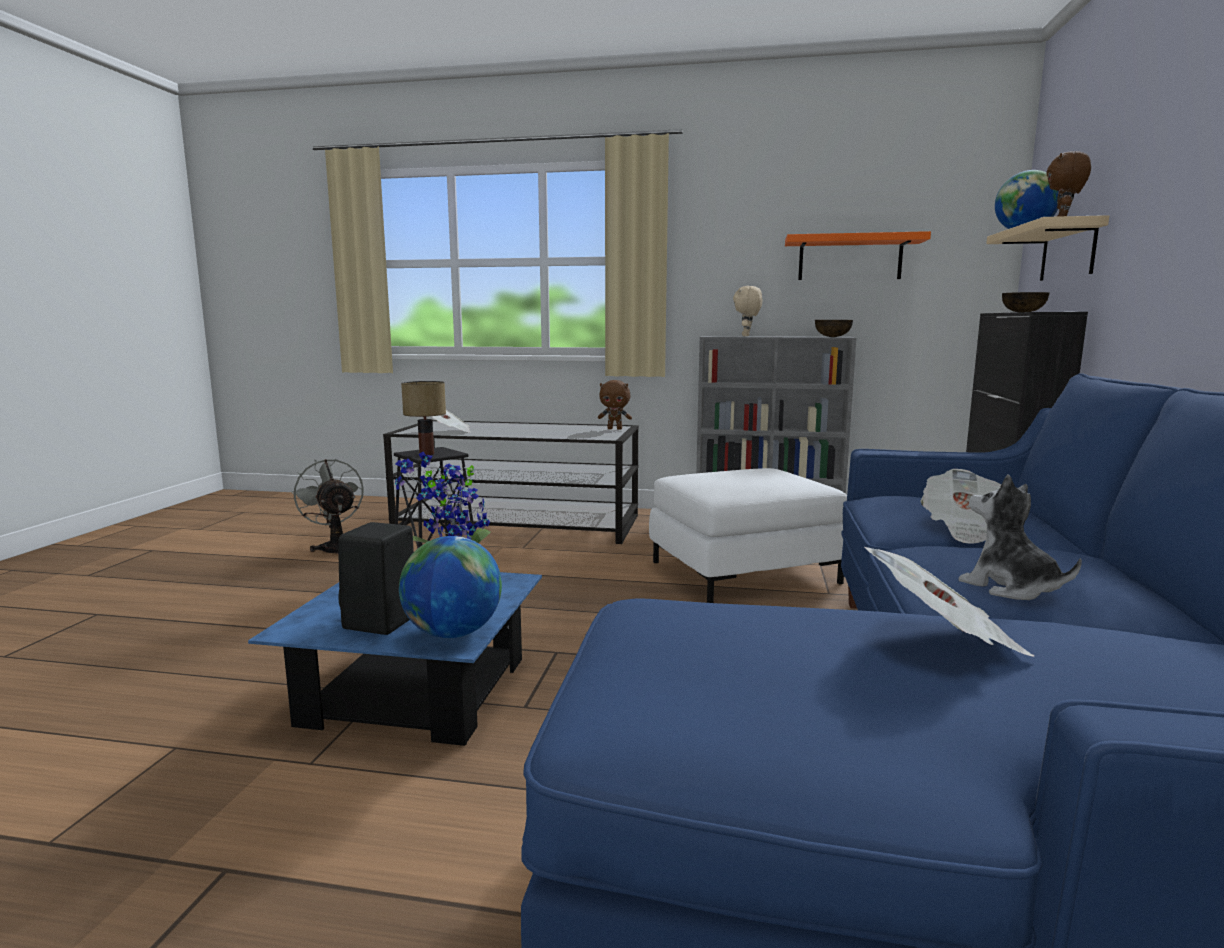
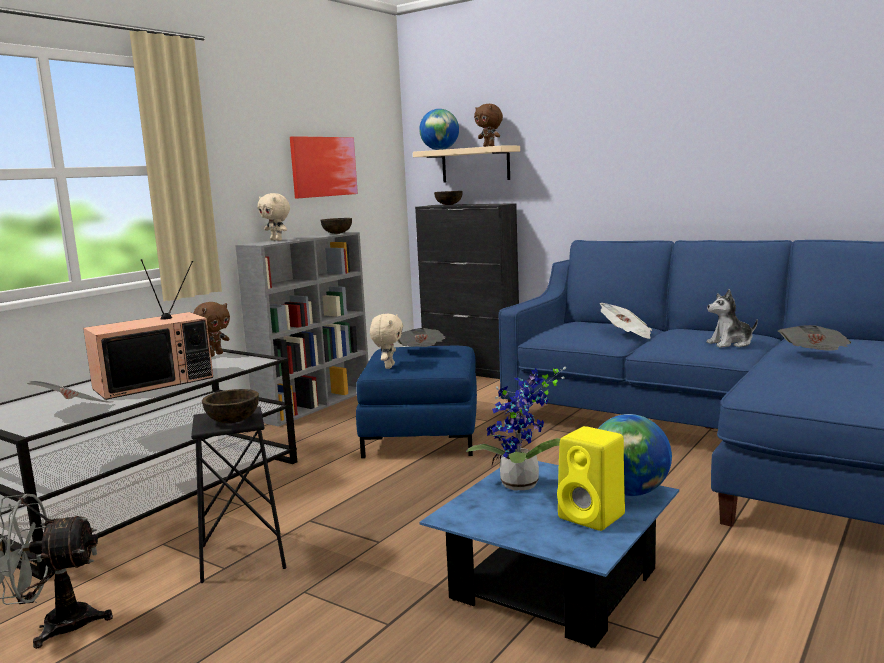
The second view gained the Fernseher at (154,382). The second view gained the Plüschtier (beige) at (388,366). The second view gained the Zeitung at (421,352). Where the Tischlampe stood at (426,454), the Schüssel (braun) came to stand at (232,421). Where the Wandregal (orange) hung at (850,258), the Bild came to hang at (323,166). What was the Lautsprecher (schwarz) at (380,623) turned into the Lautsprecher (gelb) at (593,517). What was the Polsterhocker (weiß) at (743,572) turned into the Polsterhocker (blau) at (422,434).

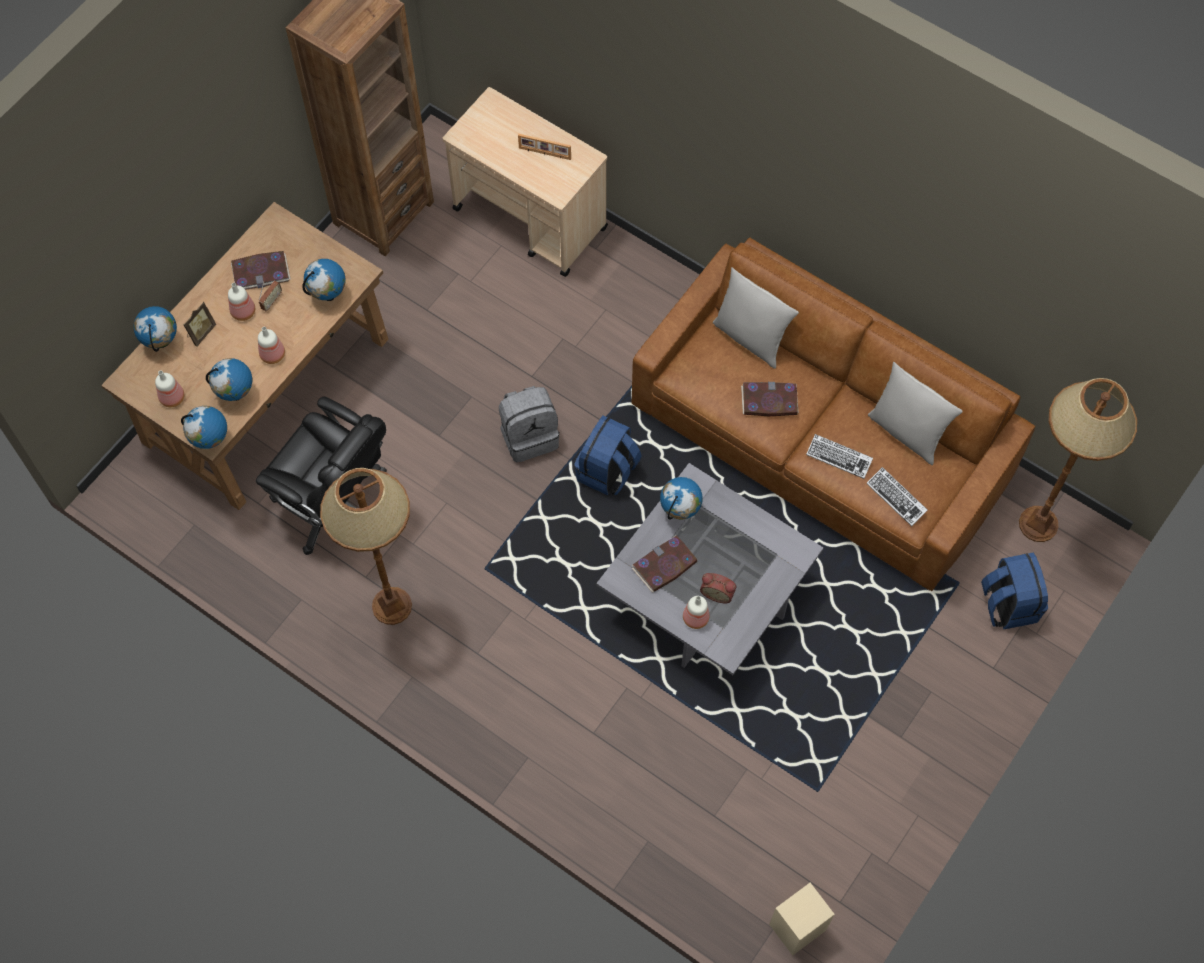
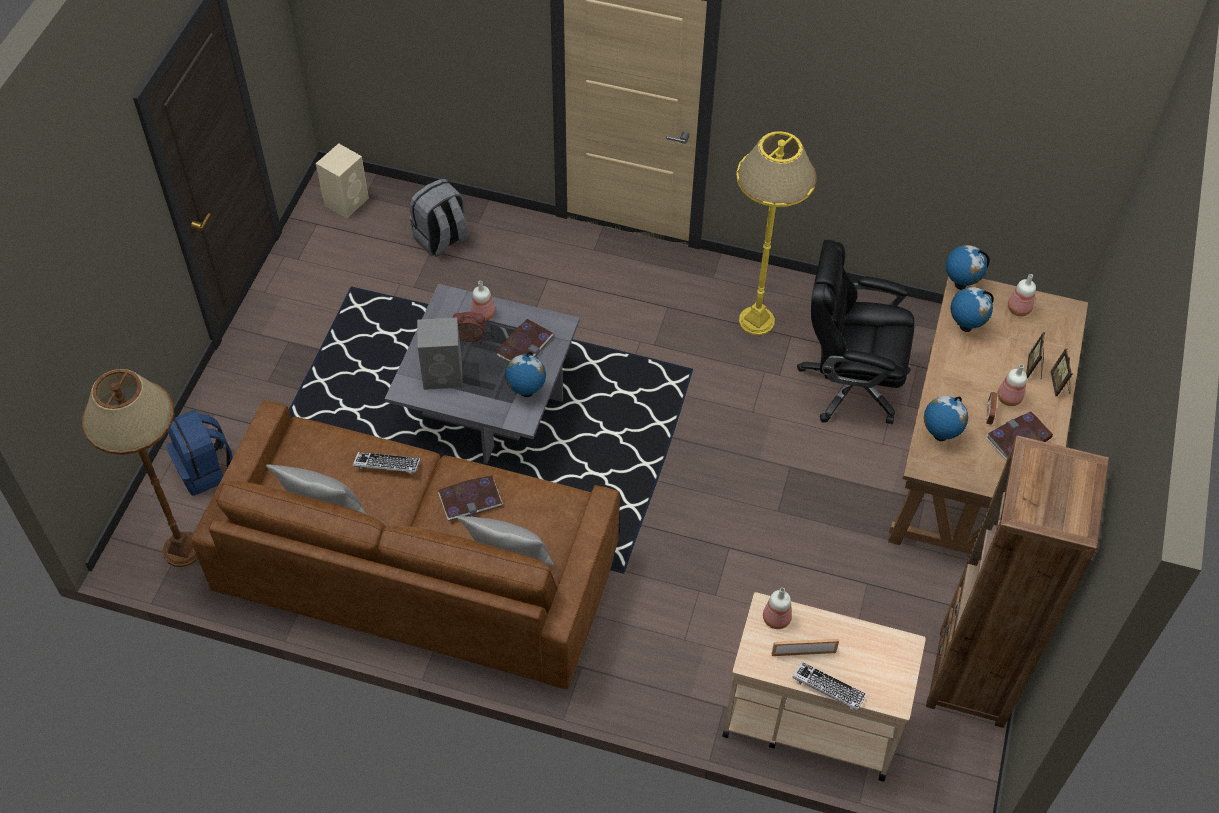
The second view lost the Globus at (162,342). The second view lost the Rucksack (blau) at (607,472). The second view gained the Lautsprecher (grau) at (444,374). The second view gained the Bilderrahmen at (1060,385). The Flasche ended up elsewhere, having gone from (272,354) to (777,619). The Rucksack (grau) ended up elsewhere, having gone from (529,436) to (442,240). The Tastatur ended up elsewhere, having gone from (896,498) to (828,688). What was the Stehlampe (braun) at (392,605) turned into the Stehlampe (gelb) at (756,321).

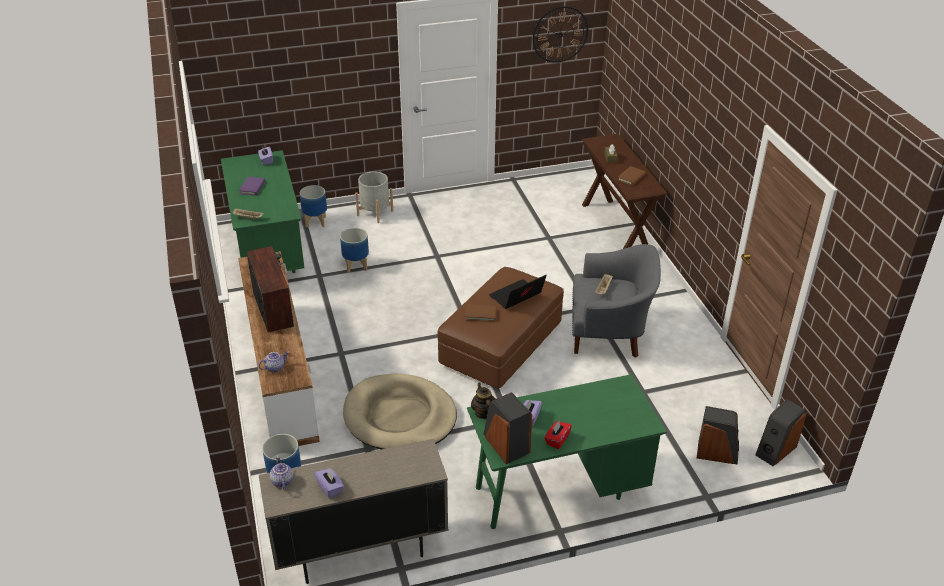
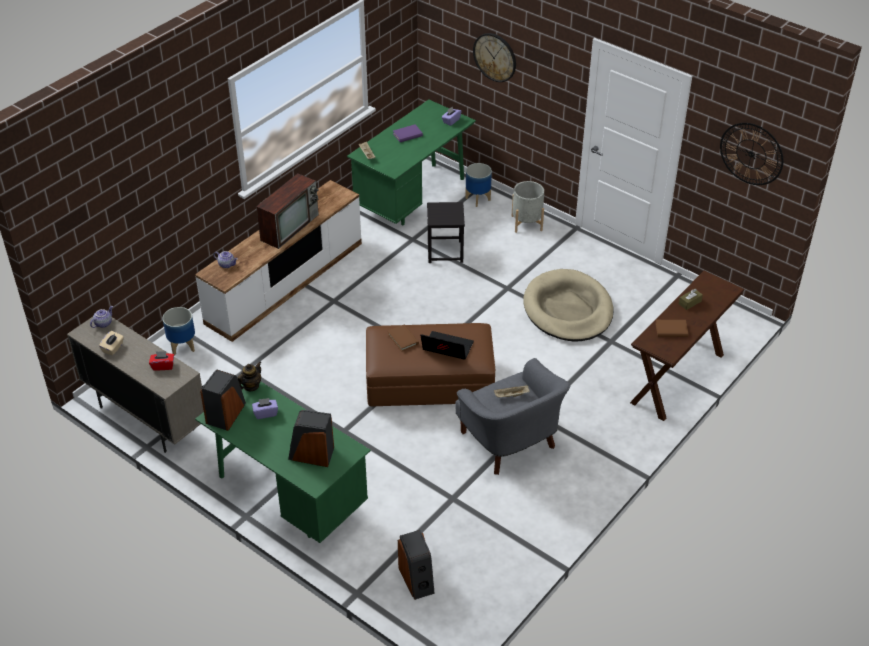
The second view gained the Wanduhr at (495,57). The Hundebett (beige) ended up elsewhere, having gone from (400,417) to (568,309). The Taschentuchbox (rot) ended up elsewhere, having gone from (557,440) to (163,366). The Lautsprecher ended up elsewhere, having gone from (775,450) to (311,454). Where the Pflanzkübel stood at (356,266), the Hocker (schwarz) came to stand at (445,251). What was the Taschentuchbox (lila) at (330,488) turned into the Taschentuchbox (beige) at (113,348).

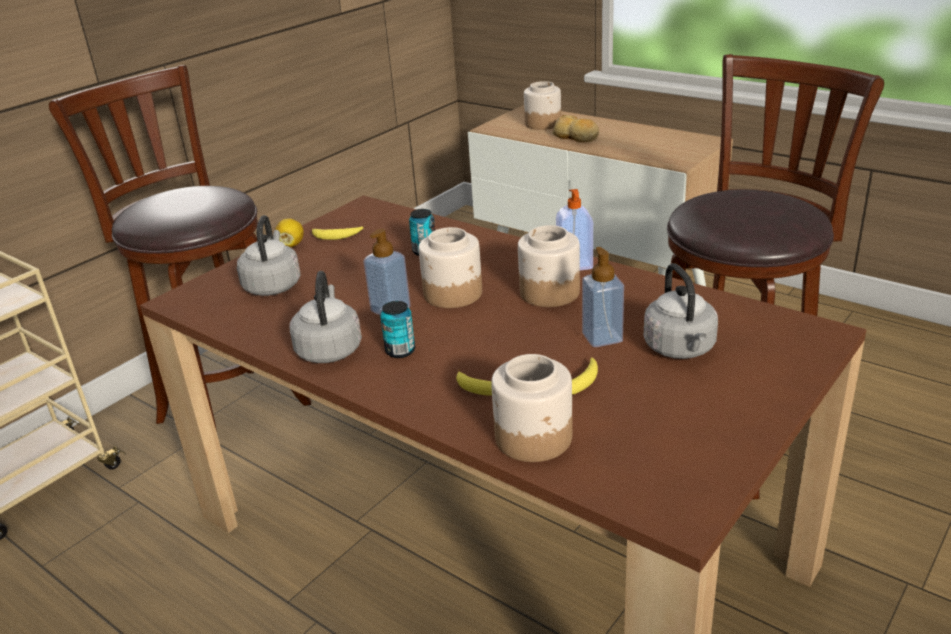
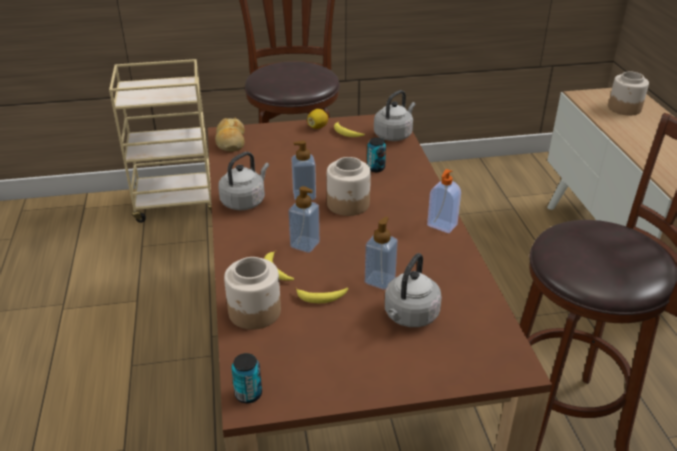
The second view lost the Vorratsglas at (548,292). The second view gained the Seifenspender at (305,244). The Wasserkessel (grau) ended up elsewhere, having gone from (273,285) to (394,135). The Dose ended up elsewhere, having gone from (400,351) to (248,394). The Brot ended up elsewhere, having gone from (576,137) to (230,142).

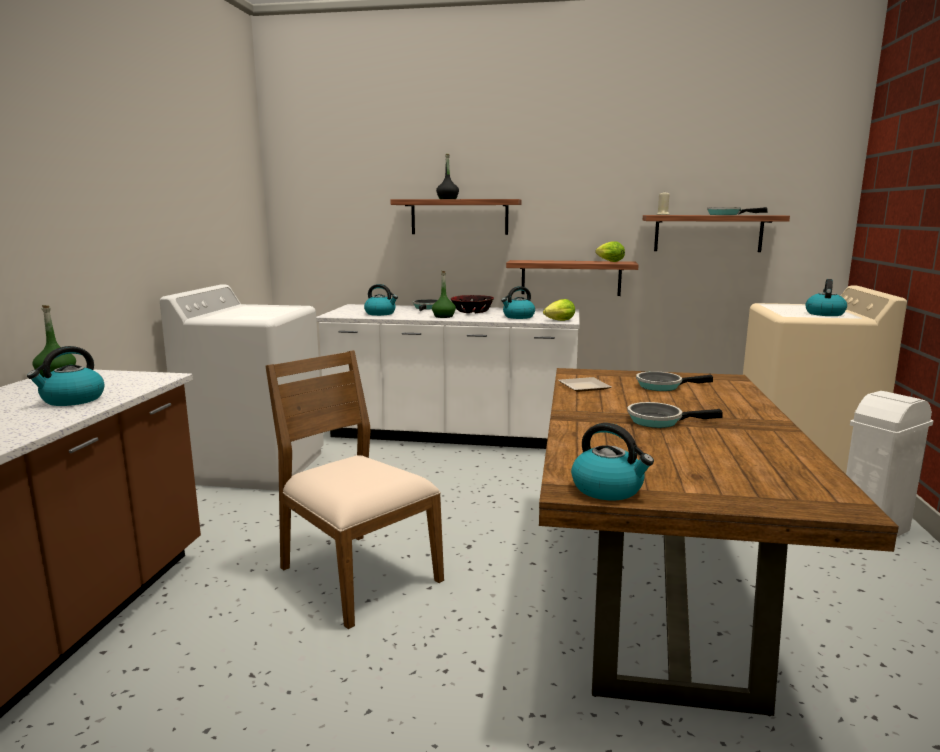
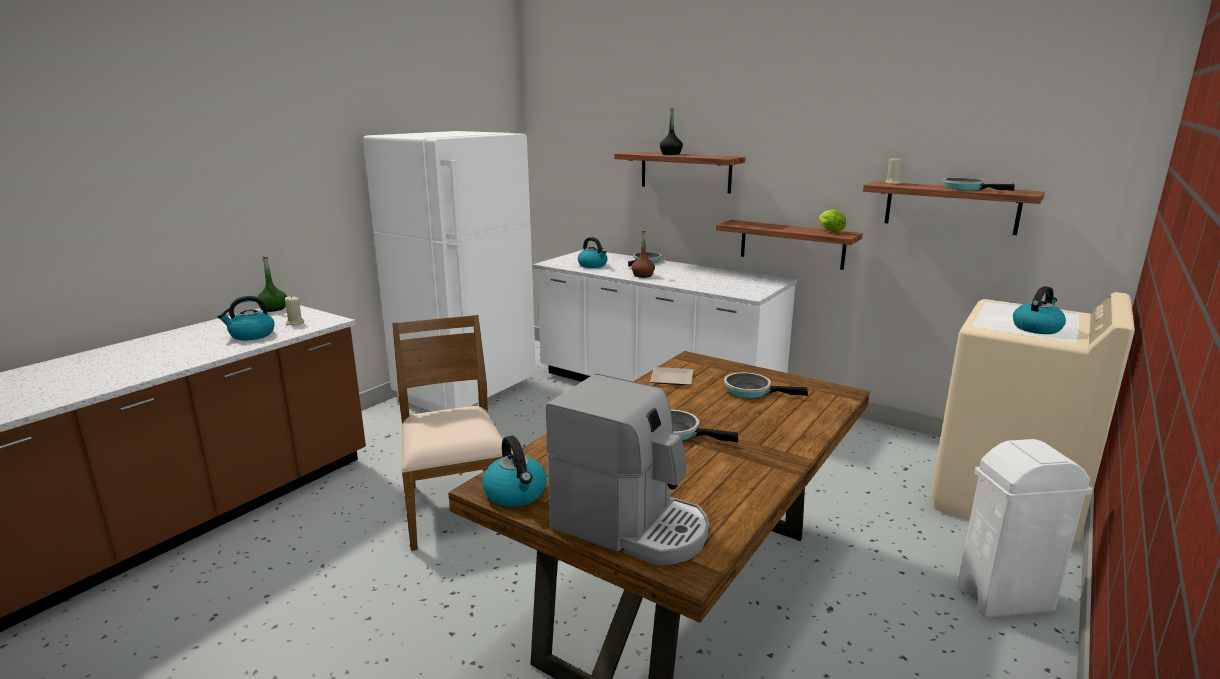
The second view lost the Schüssel at (472,311). The second view lost the Wasserkessel at (518,317). The second view lost the Salatkopf at (558,321). The second view gained the Kerze (beige) at (295,323). The second view gained the Kaffeemaschine at (631,526). Where the Waschmaschine (weiß) stood at (256,467), the Kühlschrank (weiß) came to stand at (467,392). What was the Flasche (grün) at (443,316) turned into the Flasche (braun) at (643,275).

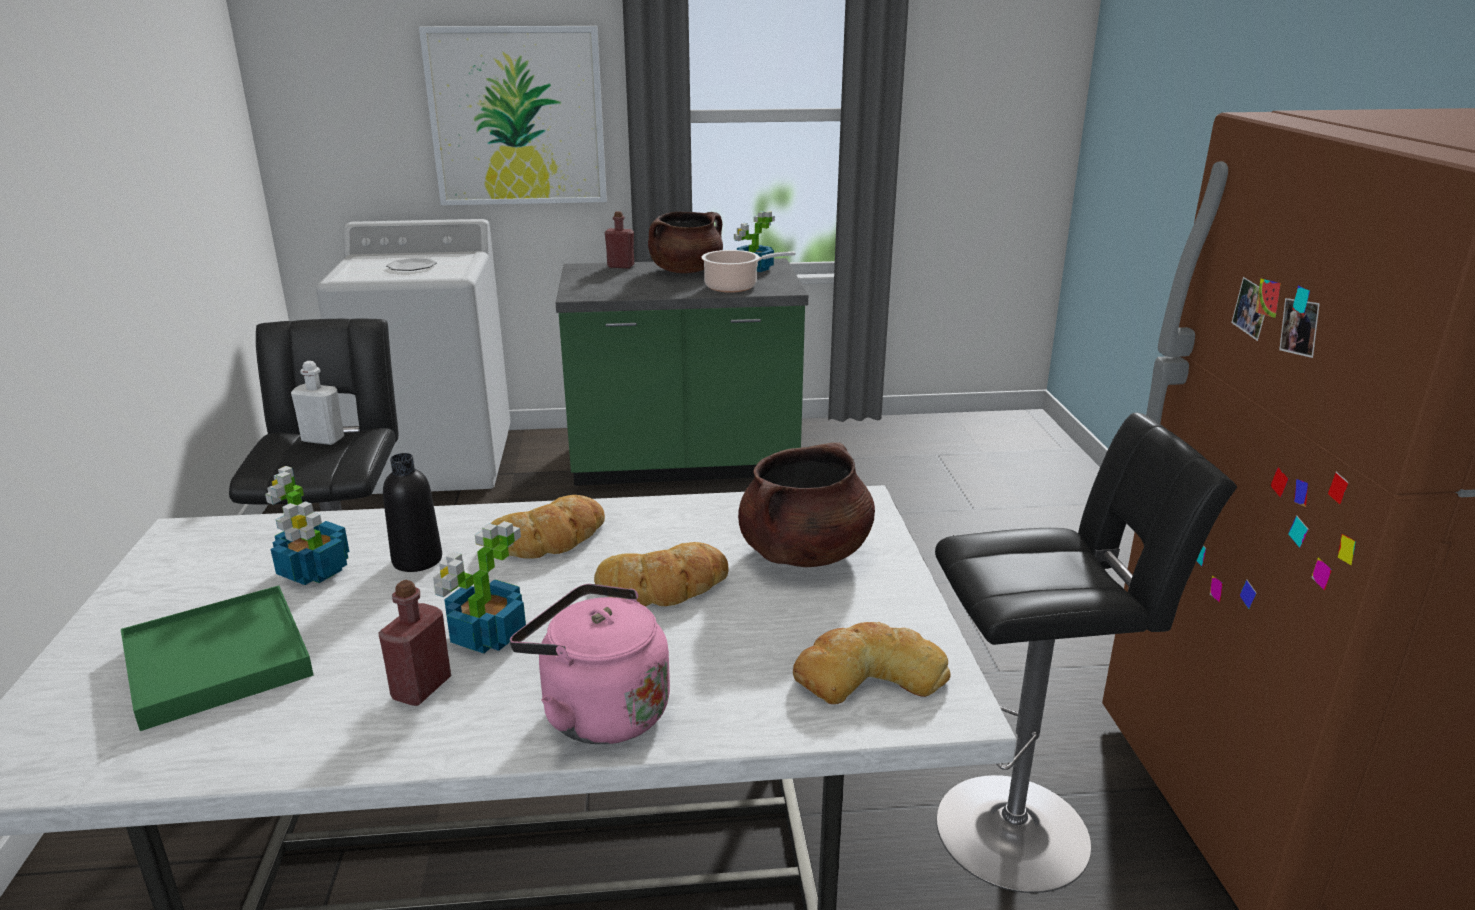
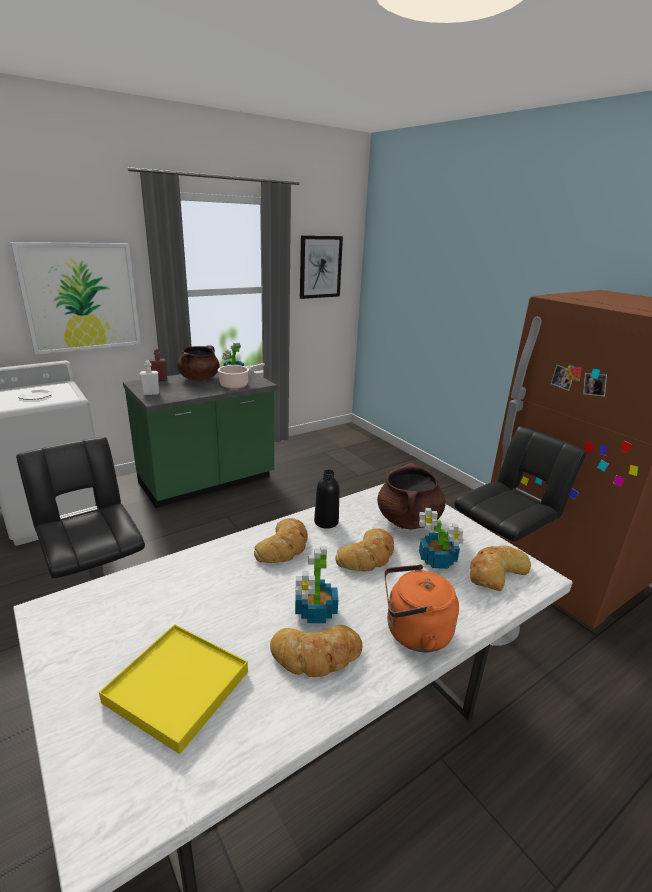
The second view gained the Bild at (320,267). The Topfpflanze ended up elsewhere, having gone from (314,571) to (437,560). The Flasche (weiß) ended up elsewhere, having gone from (323,439) to (151,393). The Flasche (schwarz) ended up elsewhere, having gone from (417,560) to (326,522). Where the Flasche (rot) stood at (421,688), the Brot came to stand at (316,655). What was the Tablett (grün) at (217,662) turned into the Tablett (gelb) at (177,687). What was the Wasserkessel (rosa) at (598,711) turned into the Wasserkessel (orange) at (413,633).

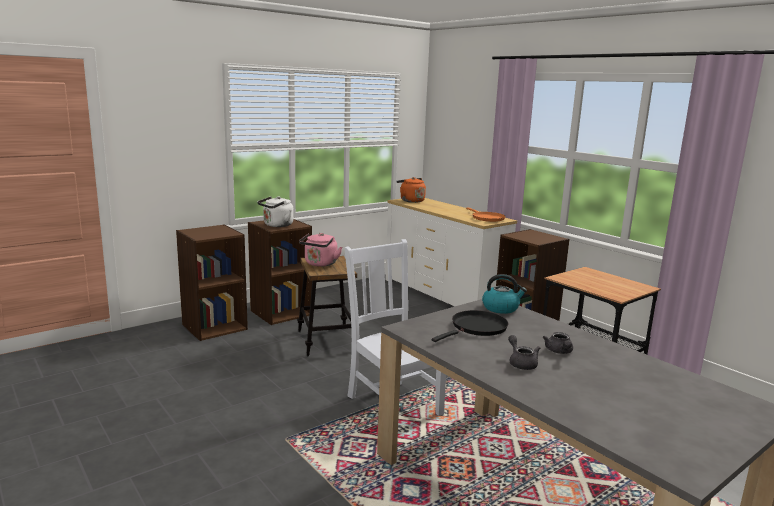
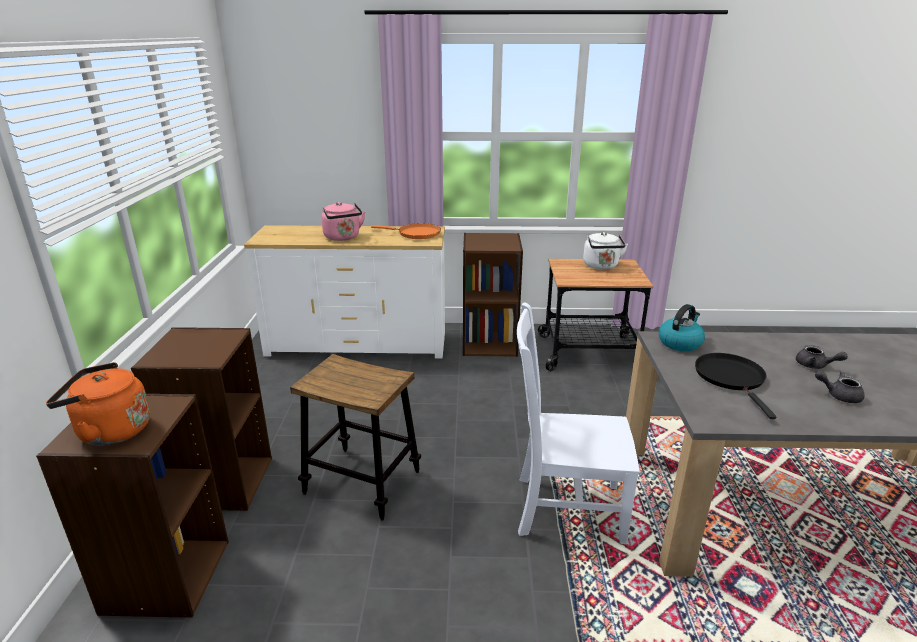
The Wasserkessel (weiß) ended up elsewhere, having gone from (277,225) to (601,266). The Wasserkessel (rosa) ended up elsewhere, having gone from (320,264) to (343,237). The Wasserkessel (orange) ended up elsewhere, having gone from (410,201) to (110,431).

